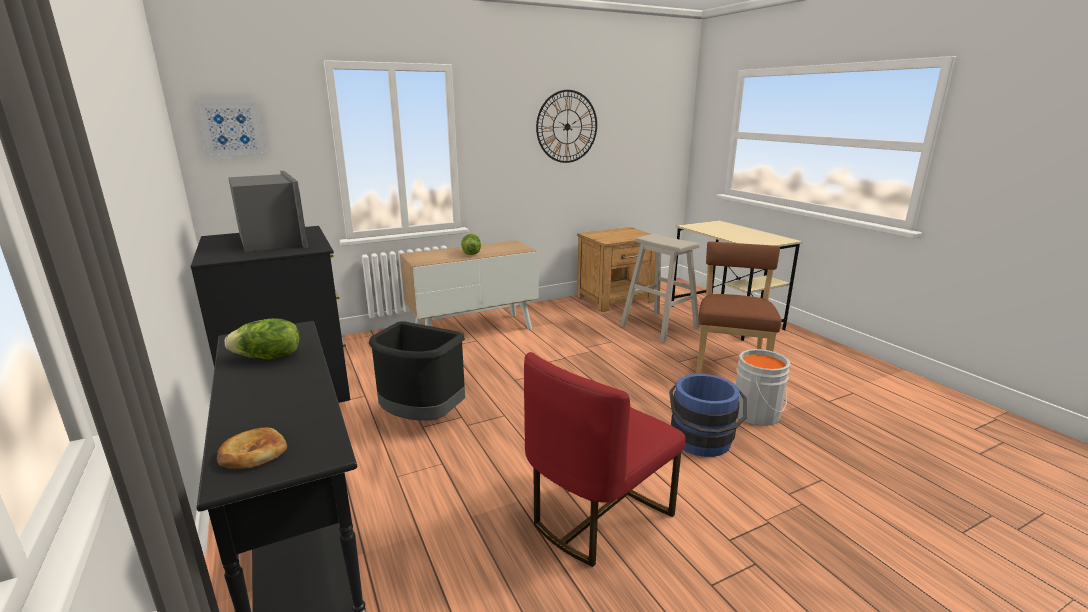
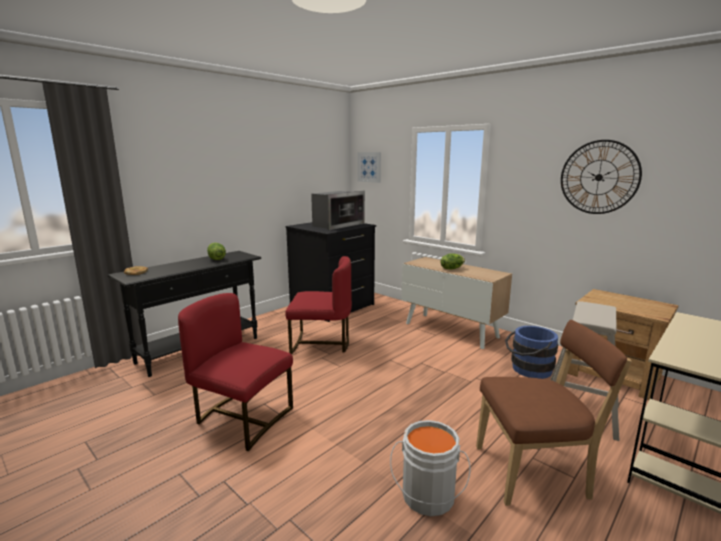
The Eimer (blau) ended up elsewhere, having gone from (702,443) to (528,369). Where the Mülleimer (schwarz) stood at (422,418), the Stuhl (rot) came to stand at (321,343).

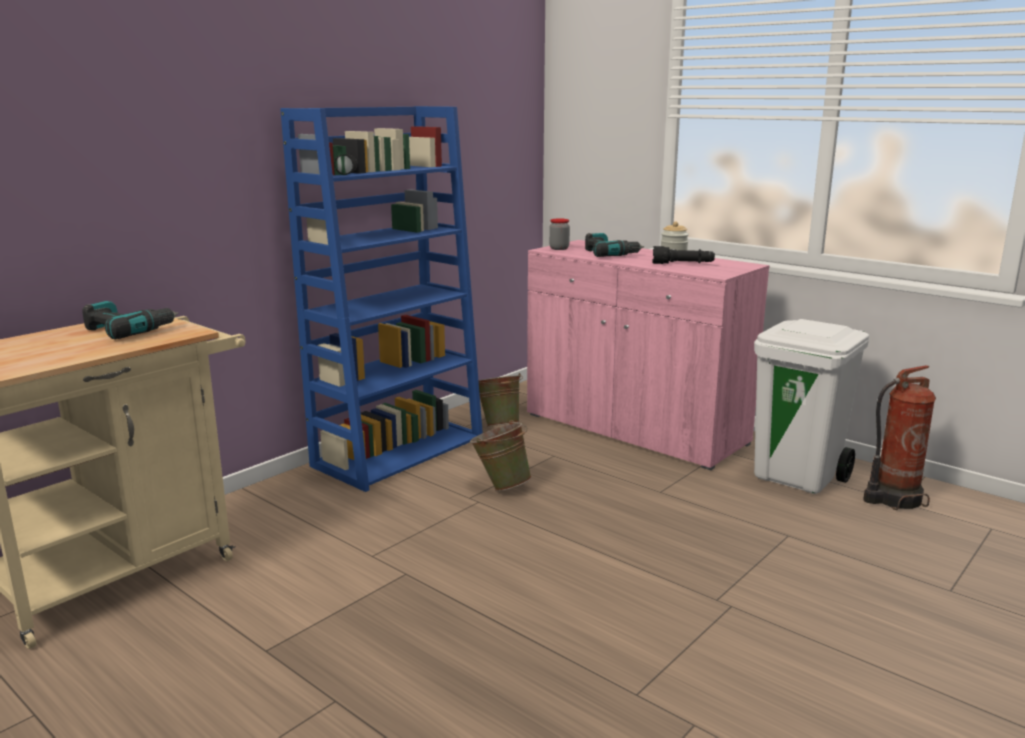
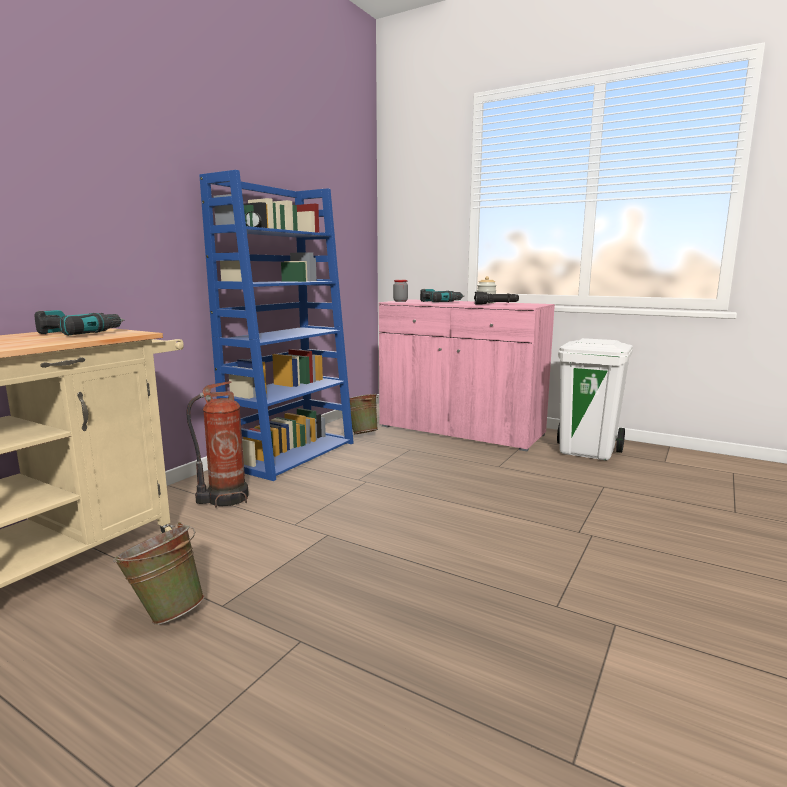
The Eimer (grün) ended up elsewhere, having gone from (501,486) to (165,612). The Feuerlöscher ended up elsewhere, having gone from (892,499) to (225,499).

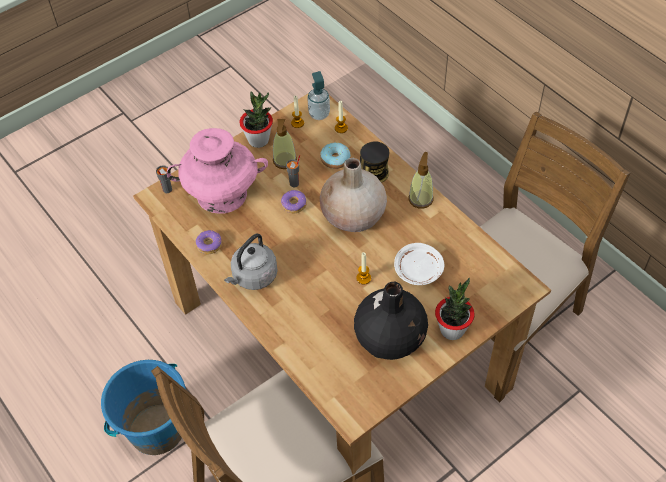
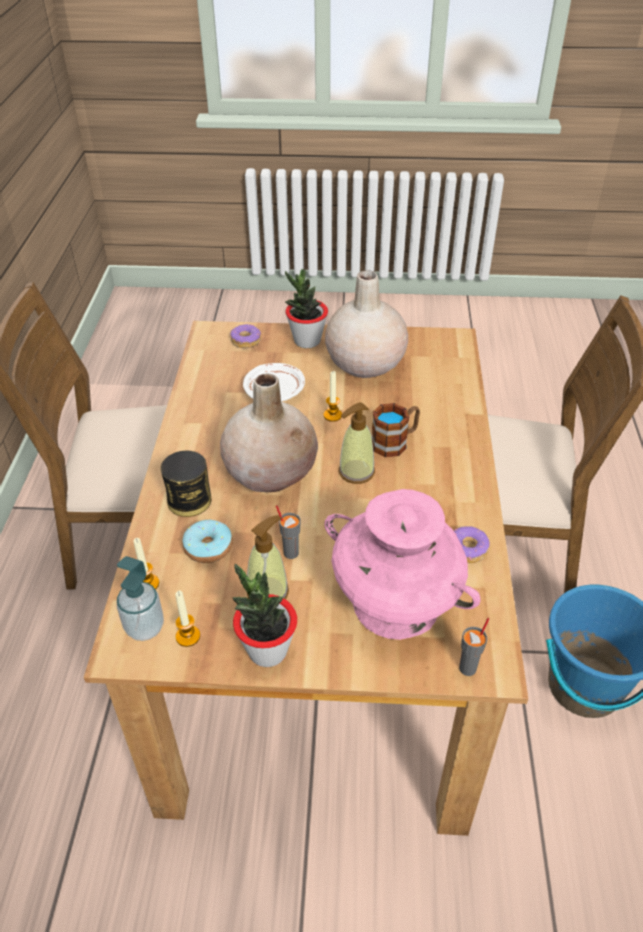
The second view lost the Wasserkessel (grau) at (253,277). The second view gained the Henkelbecher at (395,442). The Donut ended up elsewhere, having gone from (294,205) to (246,341). The Seifenspender ended up elsewhere, having gone from (420,199) to (356,472). What was the Vase (schwarz) at (390,337) turned into the Vase (beige) at (364,364).

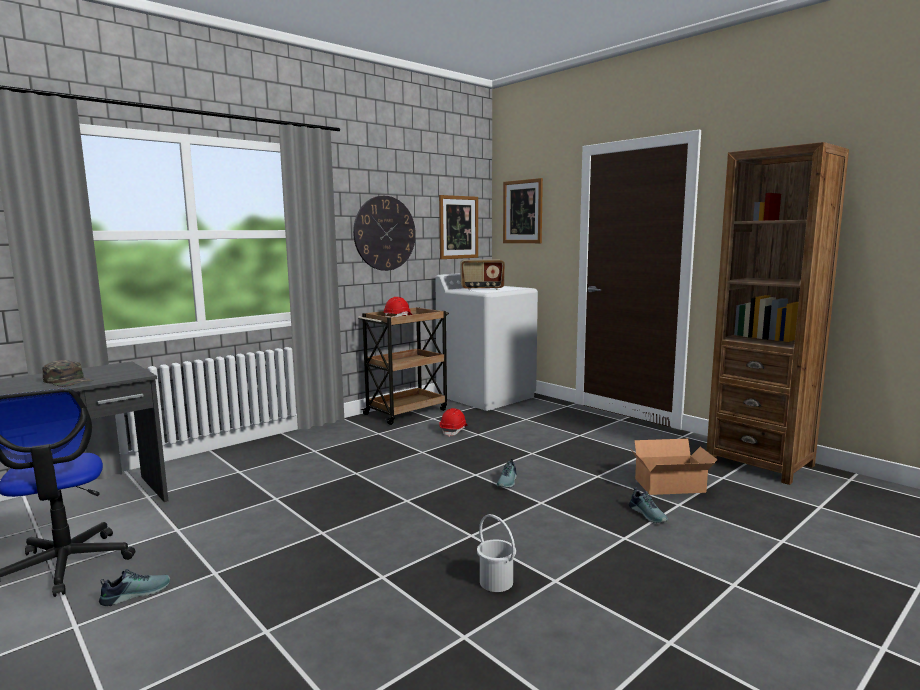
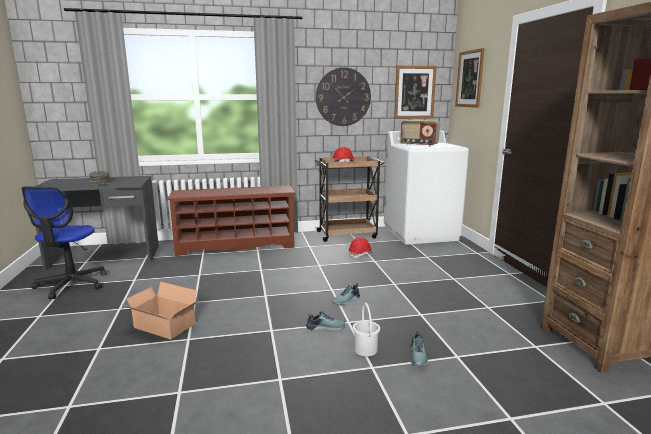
The second view gained the Schuhregal (braun) at (236,245). The Schuh ended up elsewhere, having gone from (136,593) to (325,327). The Eimer (weiß) ended up elsewhere, having gone from (496,582) to (365,349). The Karton ended up elsewhere, having gone from (672,486) to (164,327).

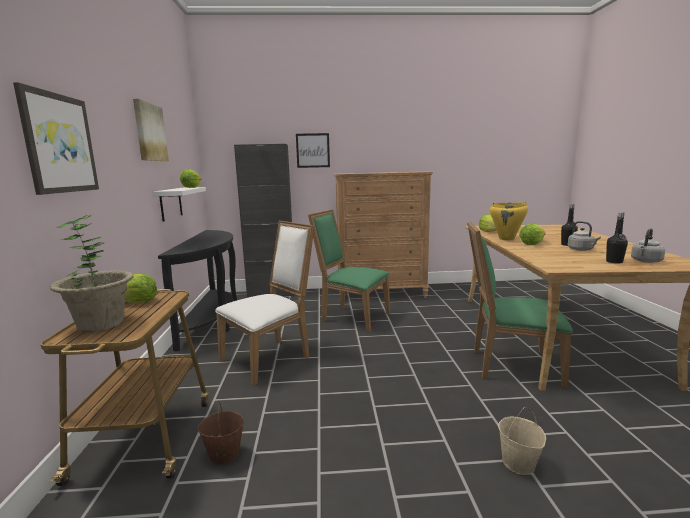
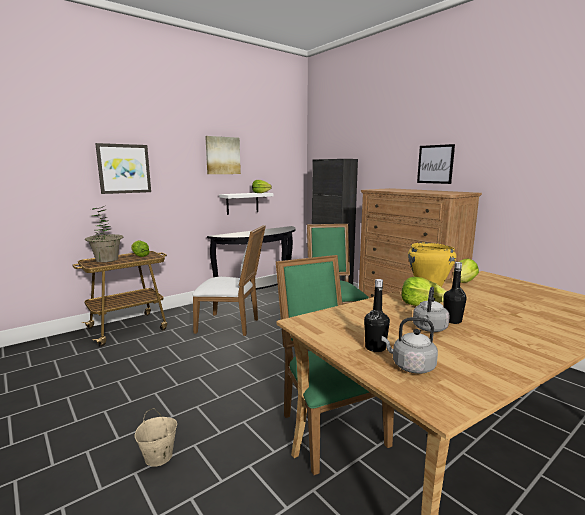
The second view lost the Eimer (braun) at (224,454). The Bild ended up elsewhere, having gone from (313,150) to (435,164).

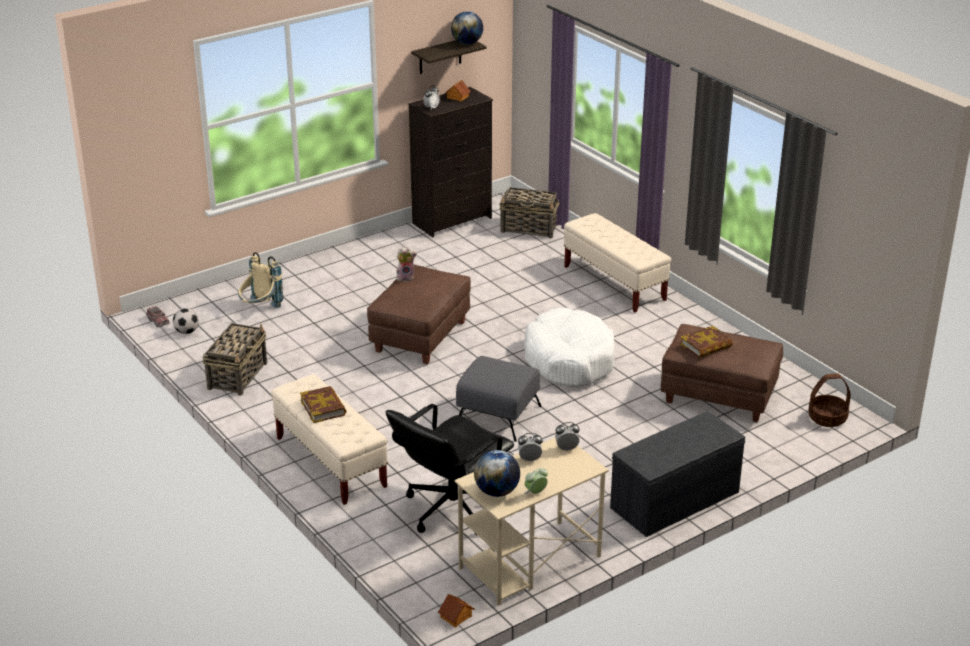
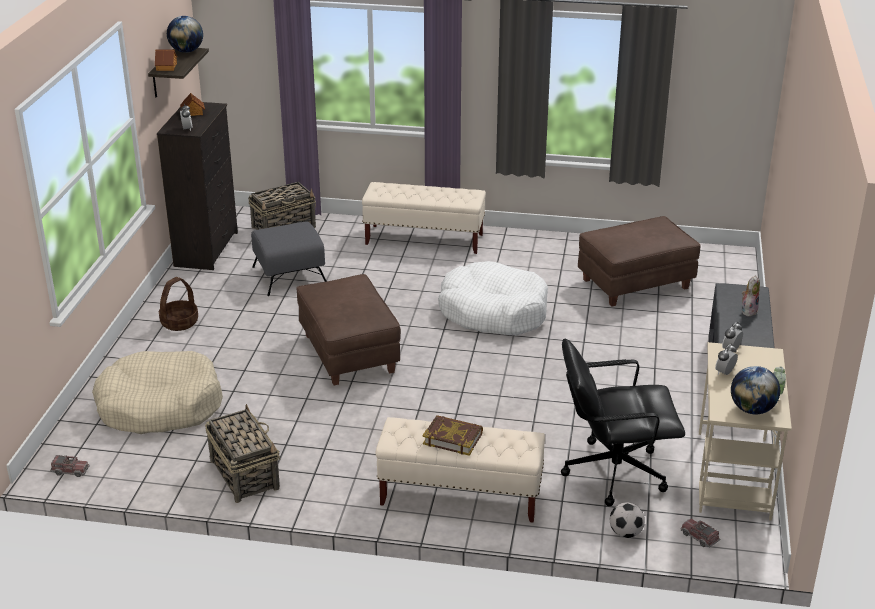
The second view lost the Buch at (706,346). The second view gained the Spielzeuglaster at (699,537). The Fußball ended up elsewhere, having gone from (187,332) to (625,533). The Plüschtier ended up elsewhere, having gone from (405,278) to (748,310). The Spielzeughaus ended up elsewhere, having gone from (456,617) to (167,67). The Polsterhocker (grau) ended up elsewhere, having gone from (497,415) to (289,275). The Korb ended up elsewhere, having gone from (827,418) to (179,322). Where the Rucksack (beige) stood at (260,309), the Hundebett (beige) came to stand at (160,406). The Bürostuhl (schwarz) at (451,509) ended up facing another way, 90 degrees clockwise from before.

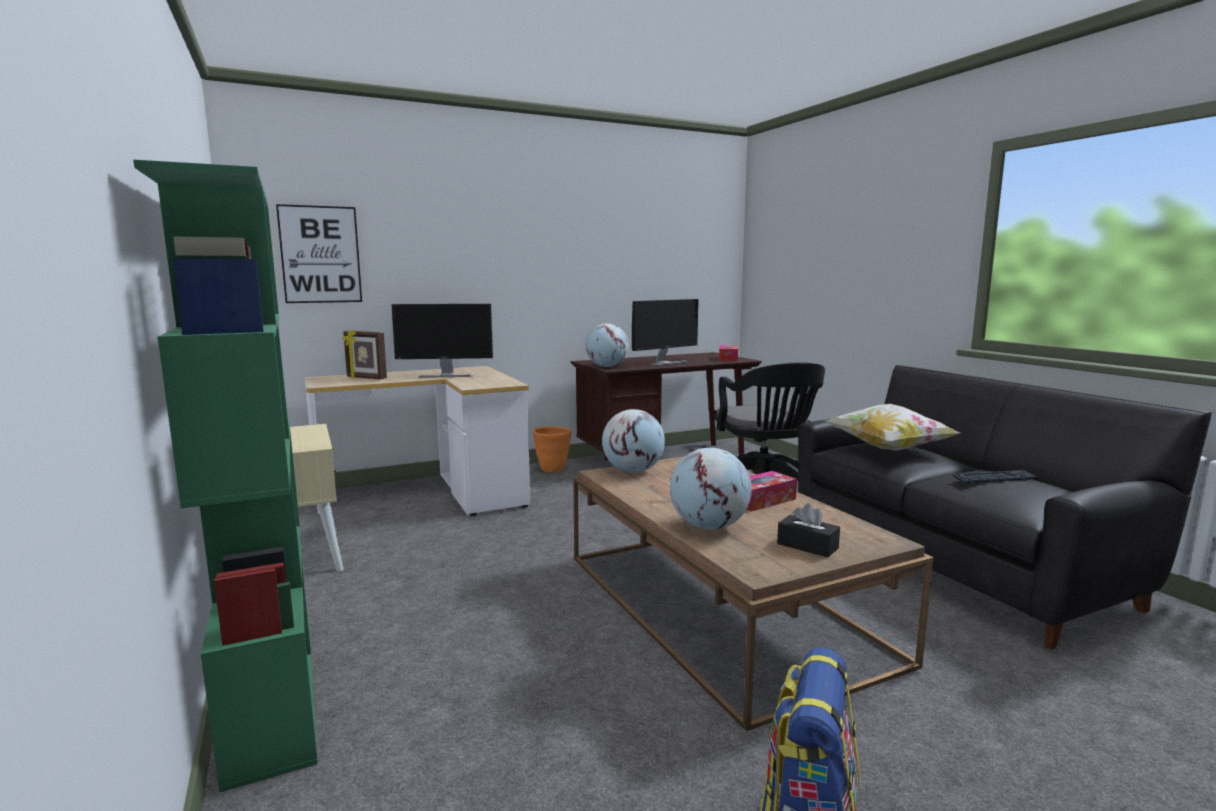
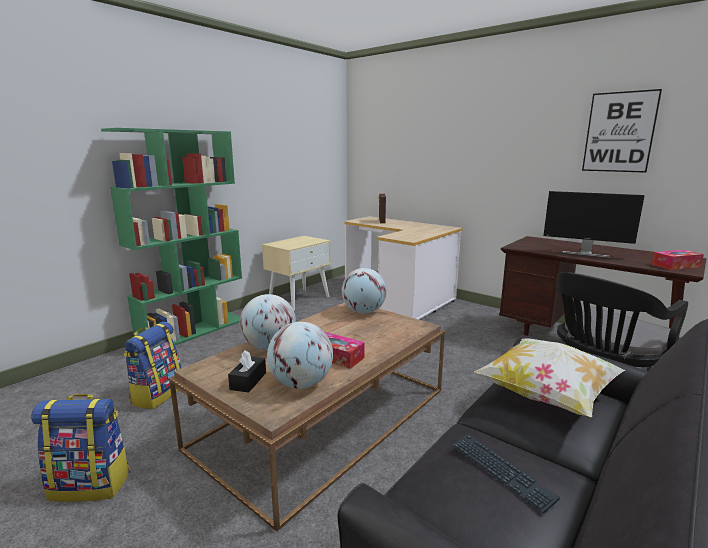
The second view lost the Monitor at (445,375). The second view lost the Pflanzkübel (orange) at (552,469). The second view gained the Rucksack at (157,394). The Bild ended up elsewhere, having gone from (320,254) to (619,132). The Globus ended up elsewhere, having gone from (607,366) to (301,384).

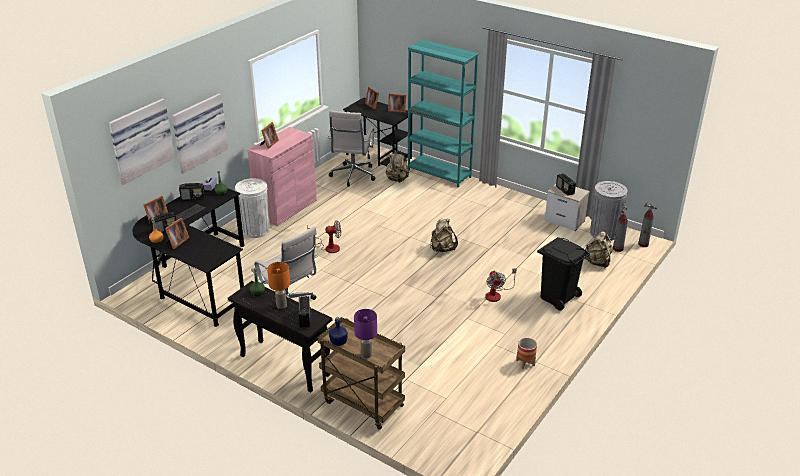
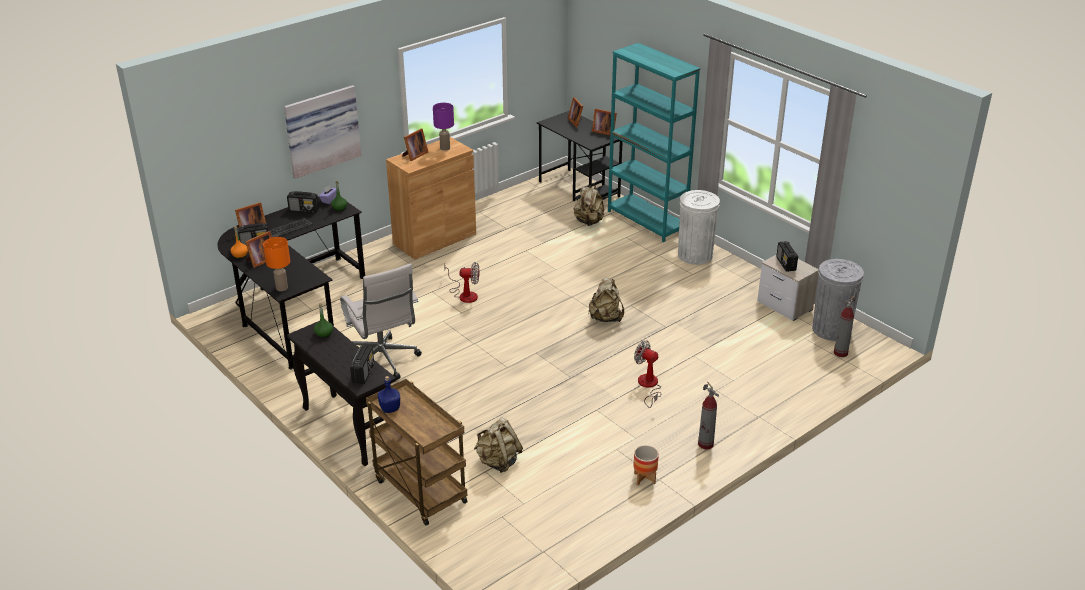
The second view lost the Bild at (140,140). The second view lost the Bürostuhl (weiß) at (352,176). The second view lost the Mülleimer (schwarz) at (557,297). The Mülleimer (weiß) ended up elsewhere, having gone from (256,230) to (695,255). The Tischlampe (orange) ended up elsewhere, having gone from (281,305) to (282,288). The Tischlampe (lila) ended up elsewhere, having gone from (366,354) to (445,148). The Rucksack (beige) ended up elsewhere, having gone from (597,262) to (498,462). The Feuerlöscher ended up elsewhere, having gone from (643,244) to (705,444). What was the Schrank (rosa) at (286,208) turned into the Schrank (braun) at (434,239). The Ventilator at (496,294) ended up facing another way, 120 degrees clockwise from before.

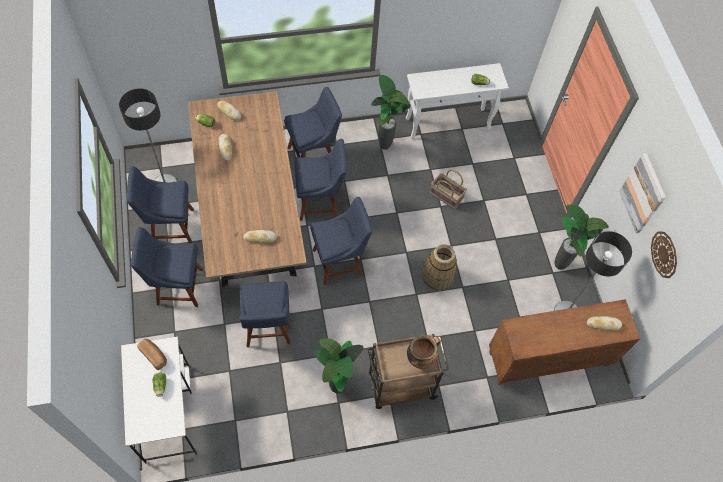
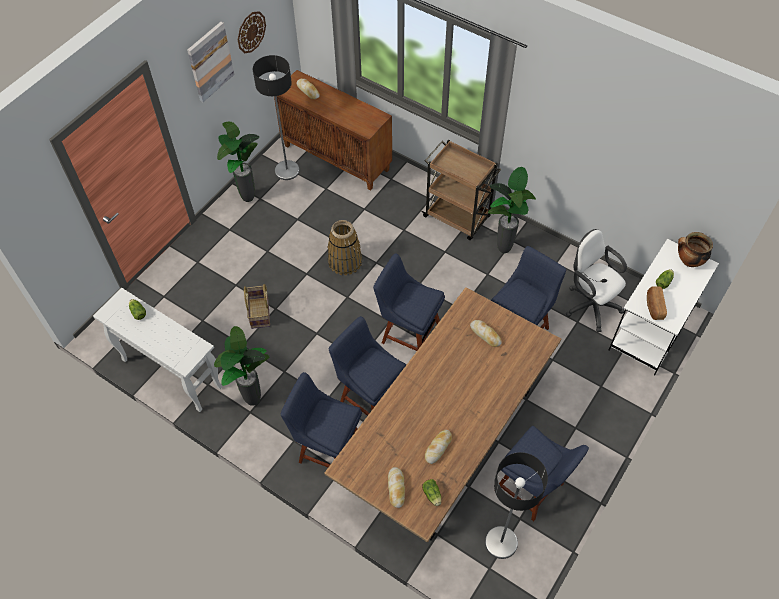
The second view lost the Stuhl (blau) at (177,286). The second view gained the Bürostuhl (weiß) at (589,304). The Kochtopf ended up elsewhere, having gone from (421,358) to (688,261).

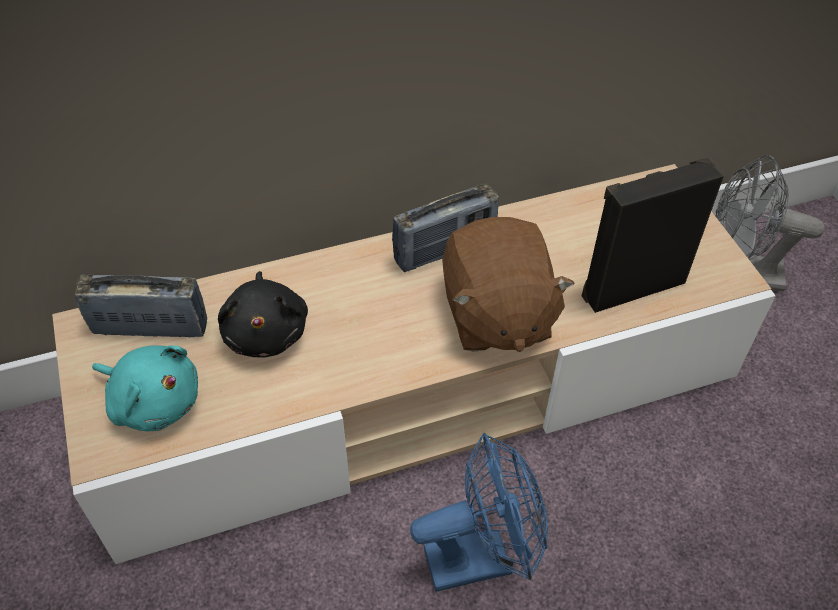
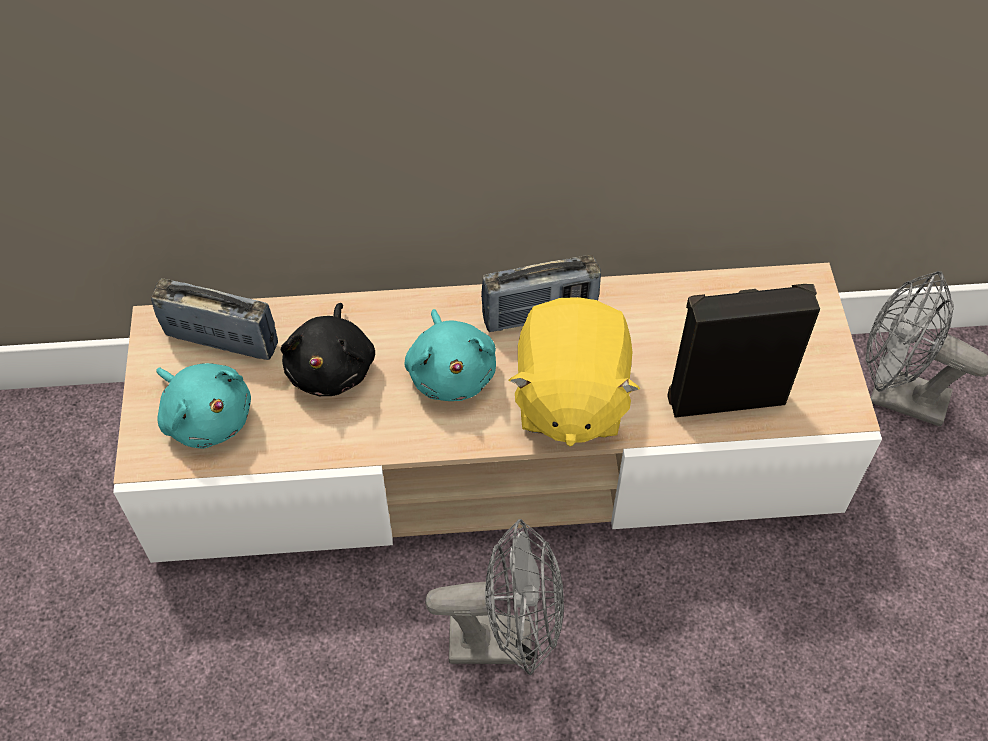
The second view gained the Plüschtier (türkis) at (451,372). What was the Ventilator (blau) at (481,557) turned into the Ventilator (grau) at (505,640). What was the Plüschtier (braun) at (496,315) turned into the Plüschtier (gelb) at (569,398).

